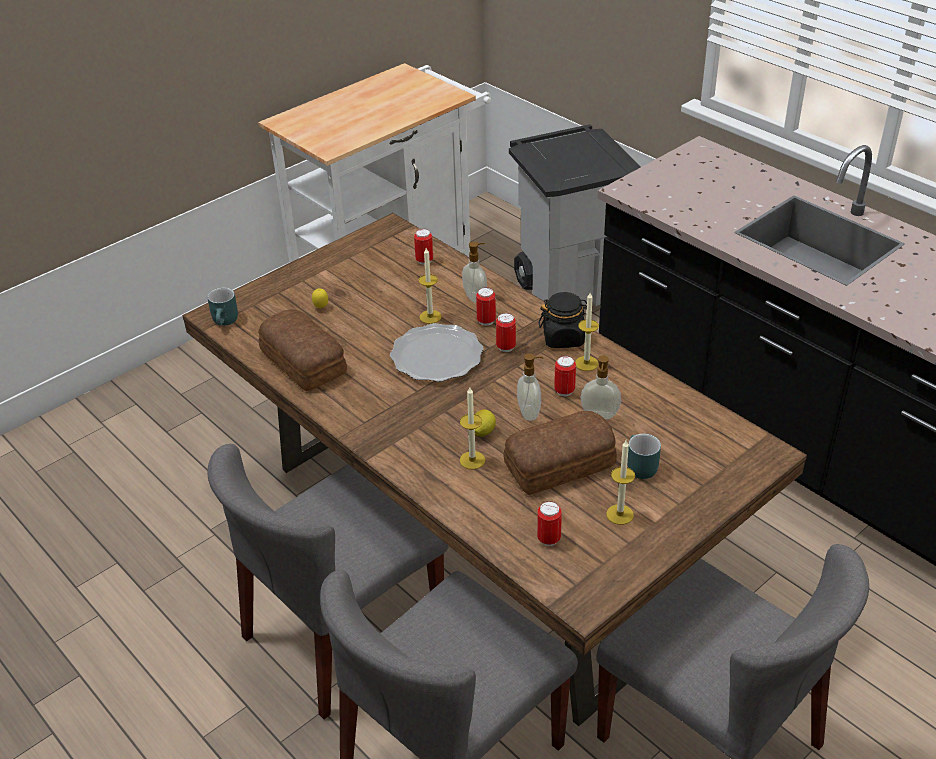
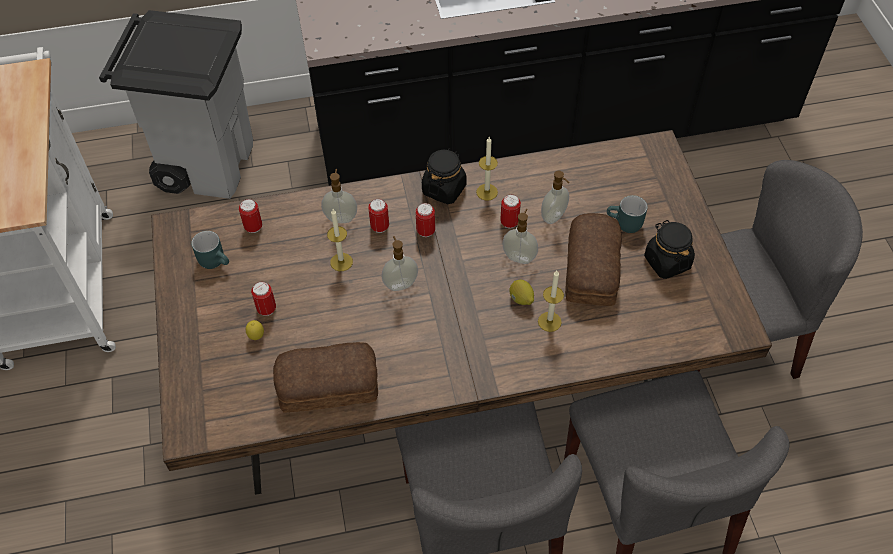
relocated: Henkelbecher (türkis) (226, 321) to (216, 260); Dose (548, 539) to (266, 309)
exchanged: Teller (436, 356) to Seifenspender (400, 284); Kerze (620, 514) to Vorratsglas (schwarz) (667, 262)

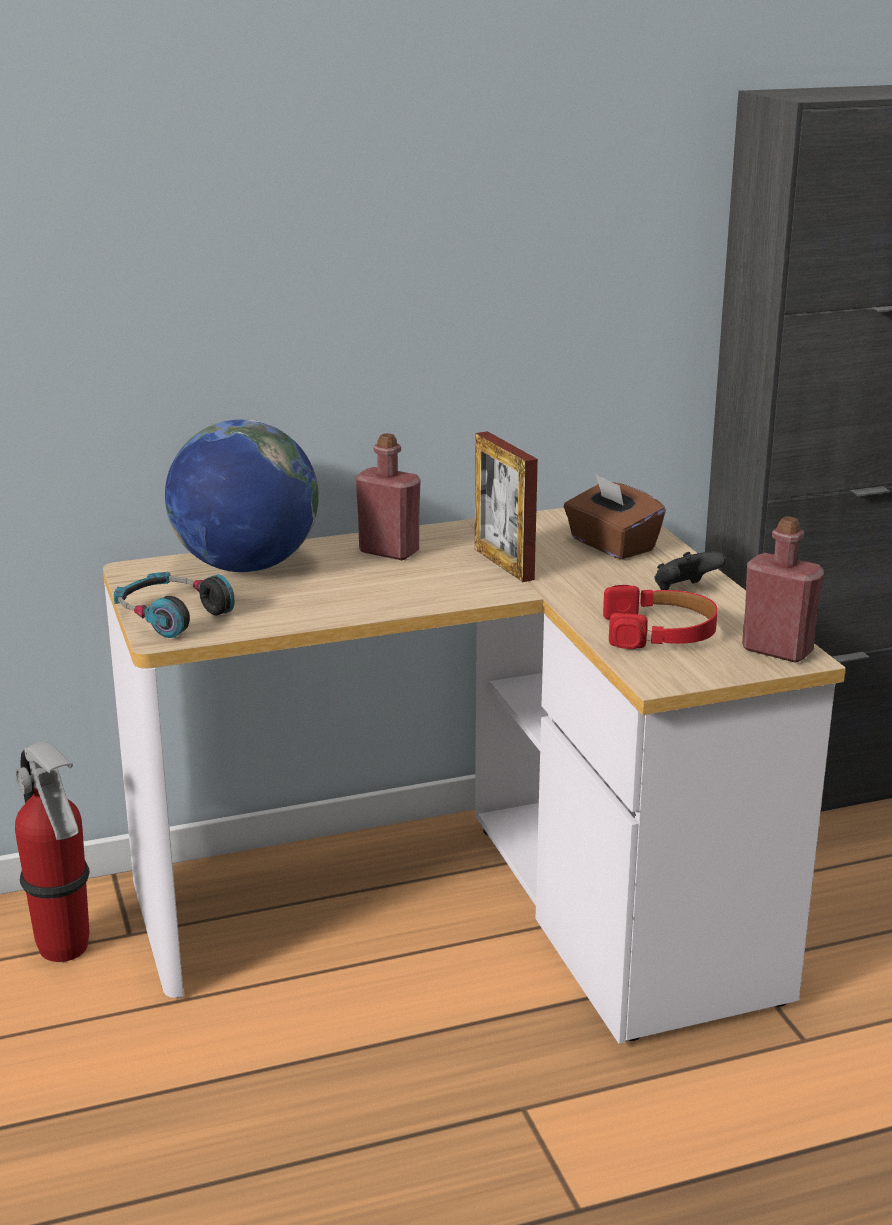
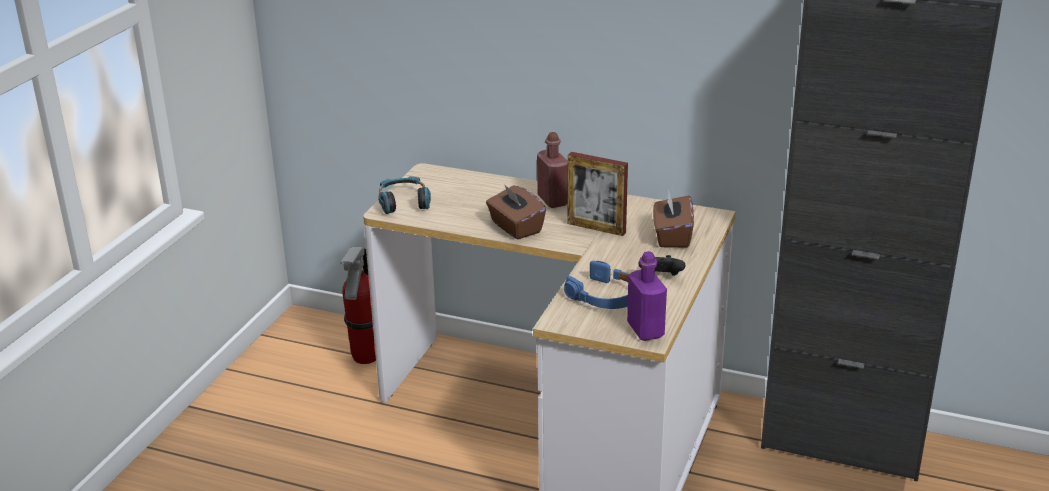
missing: Globus (245, 566)
appeared: Taschentuchbox (braun) (515, 228)
colour: Flasche (rot) (777, 650) to Flasche (lila) (645, 330); Kopfhörer (rot) (660, 632) to Kopfhörer (blau) (605, 296)
spun: Bilderrahmen (503, 564) = (596, 228) 75 degrees counterclockwise

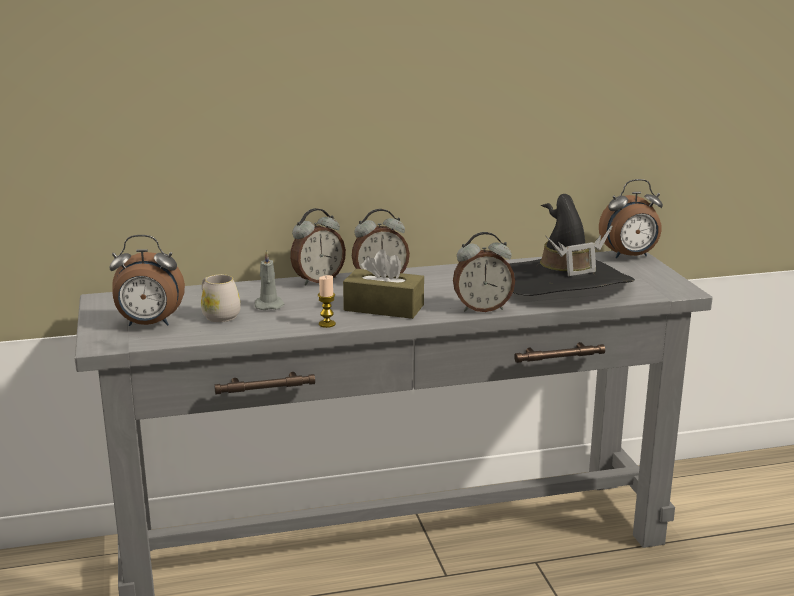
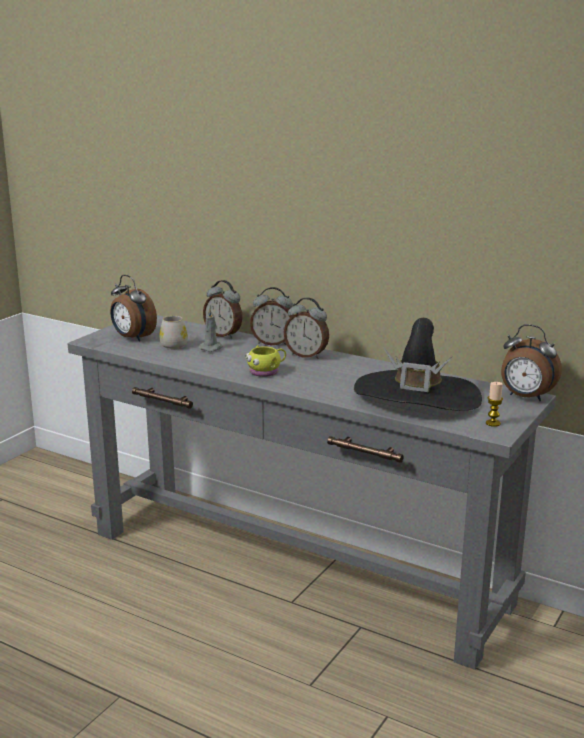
relocated: Wecker (482, 308) to (224, 335); Kerze (327, 324) to (493, 423)
exchanged: Taschentuchbox (braun) (384, 308) to Henkelbecher (gelb) (266, 371)

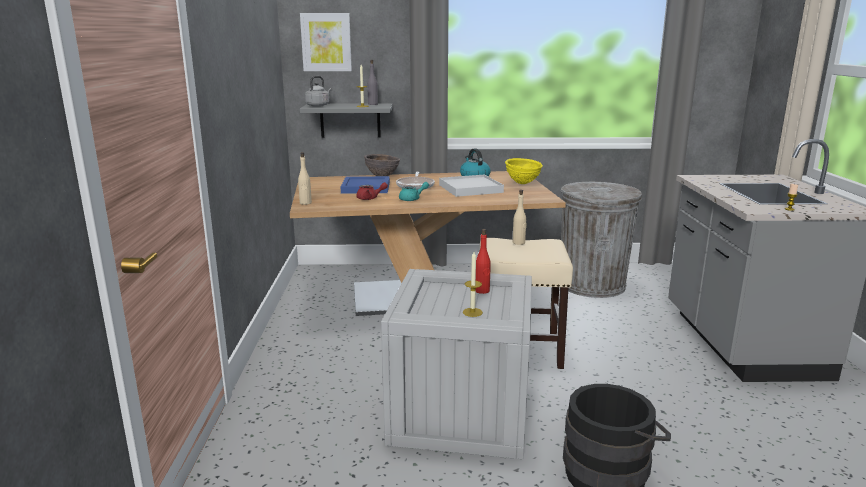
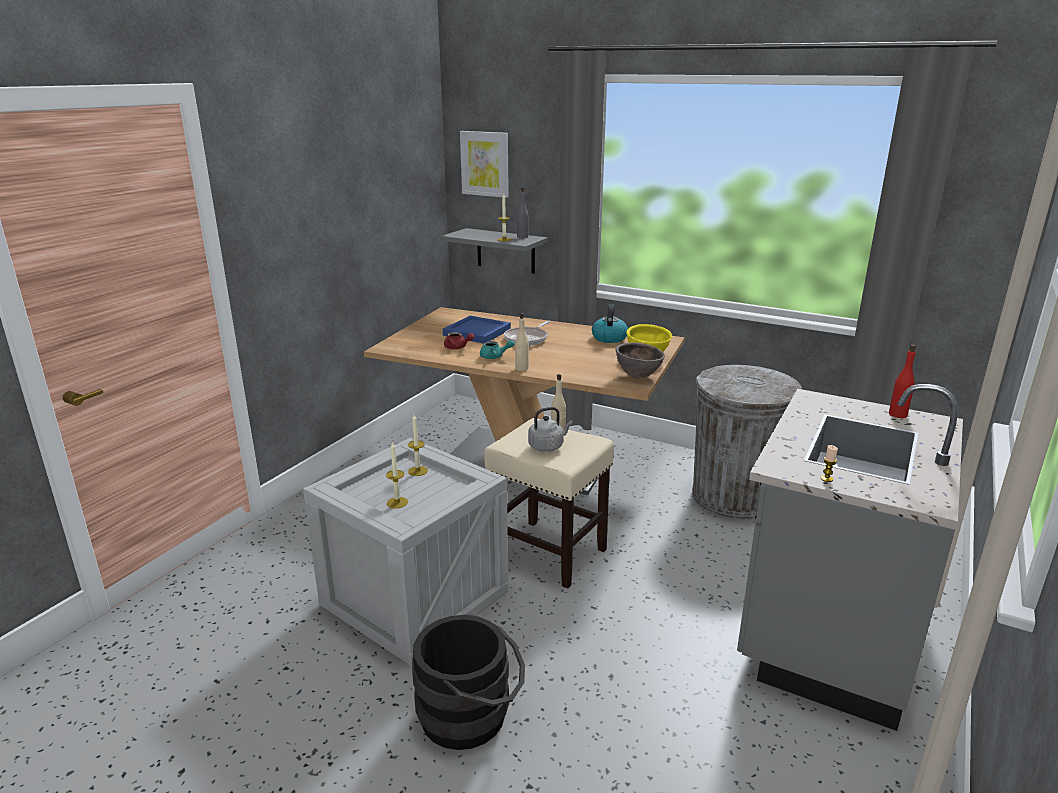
missing: Tablett (weiß) (470, 188)
appeared: Kerze (417, 471)
relocated: Wasserkessel (grau) (318, 105) to (547, 446); Flasche (beige) (305, 203) to (521, 368); Schüssel (braun) (382, 177) to (638, 377); Flasche (rot) (482, 291) to (898, 414)

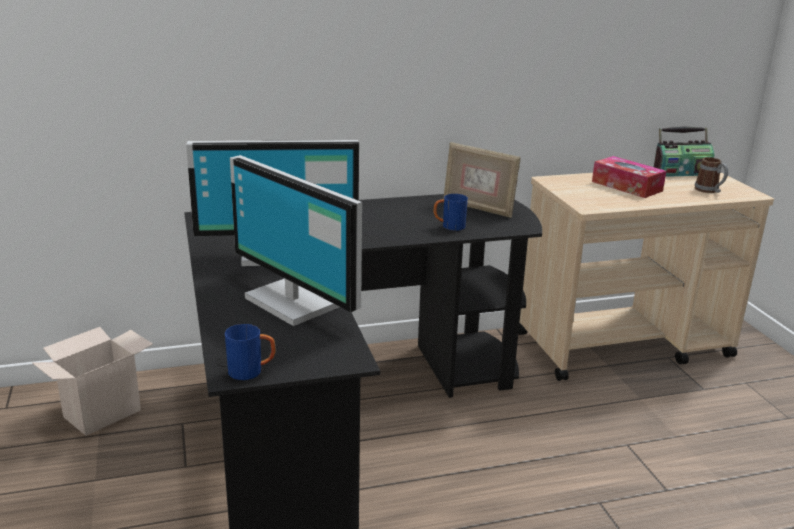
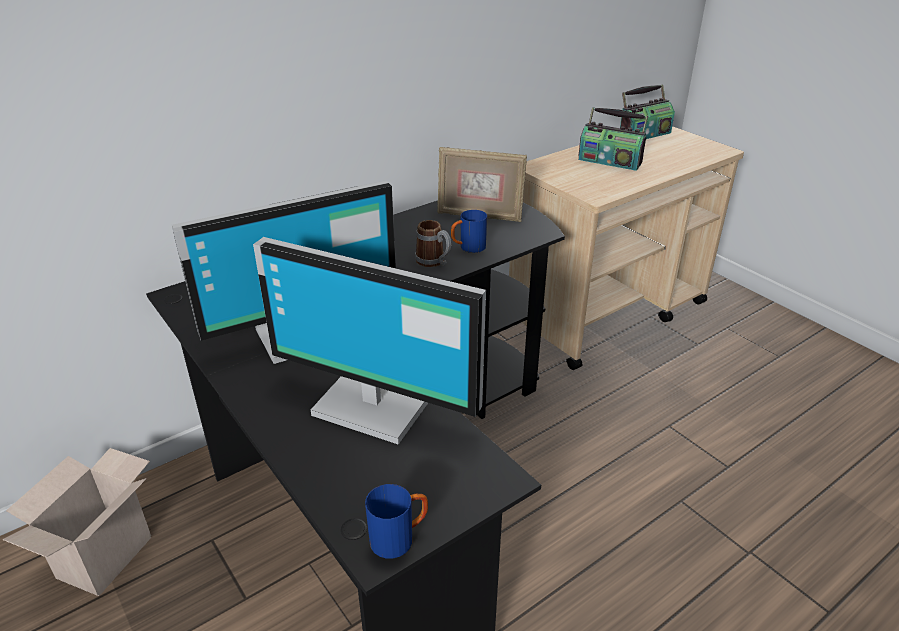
relocated: Henkelbecher (709, 191) to (434, 262)
exchanged: Taschentuchbox (626, 186) to Radio (610, 161)

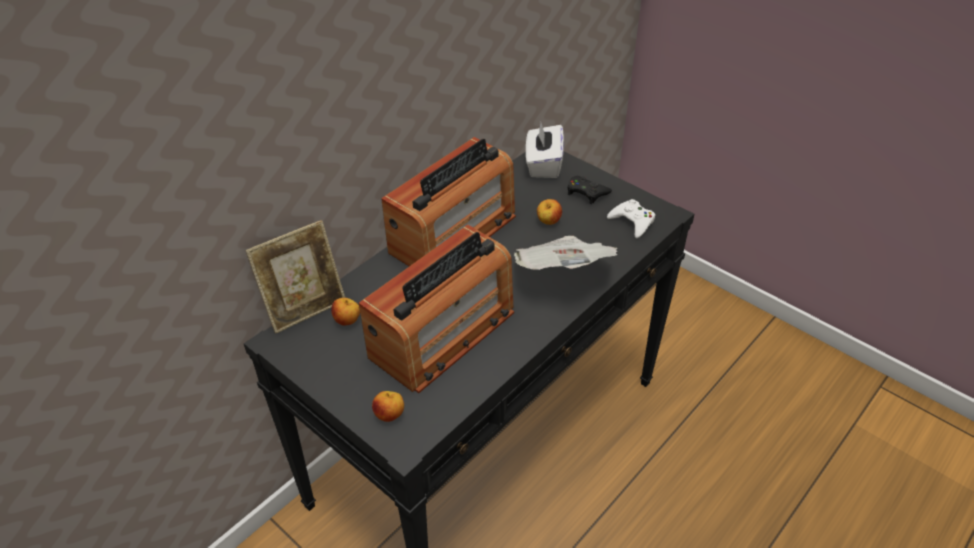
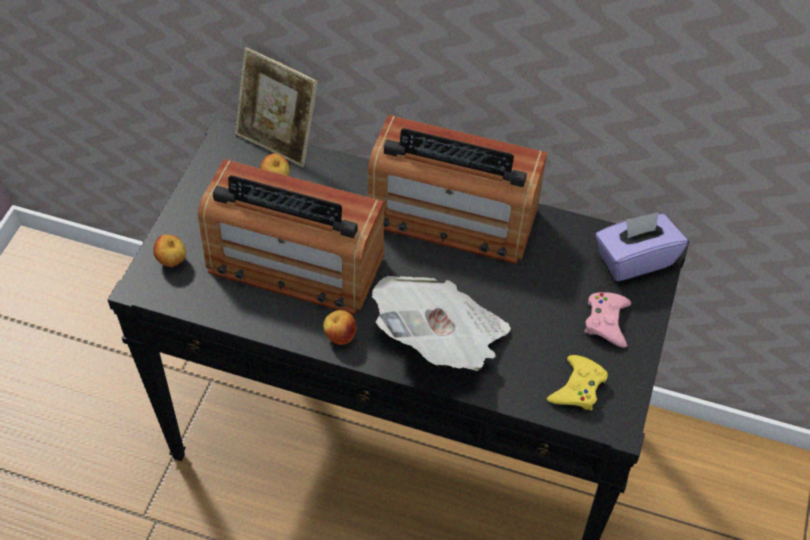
relocated: Apfel (548, 222) to (340, 336)
colour: Taschentuchbox (weiß) (543, 165) to Taschentuchbox (lila) (634, 259); Gamepad (schwarz) (586, 192) to Gamepad (rosa) (606, 321); Gamepad (weiß) (632, 222) to Gamepad (gelb) (578, 387)

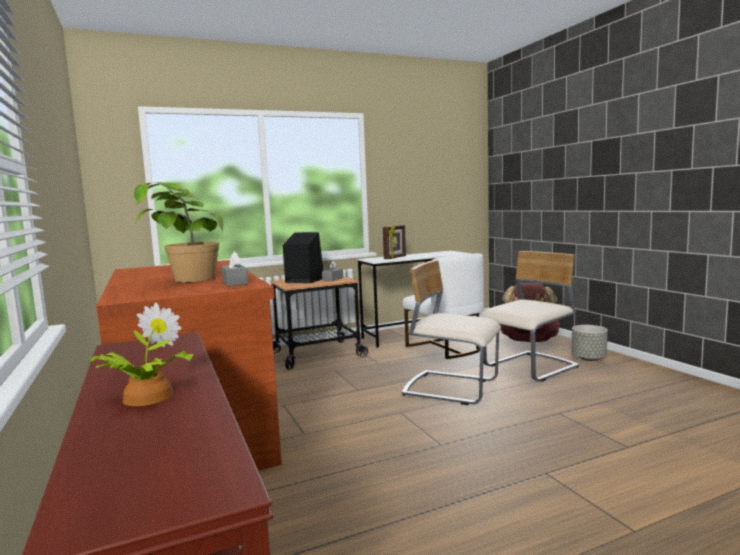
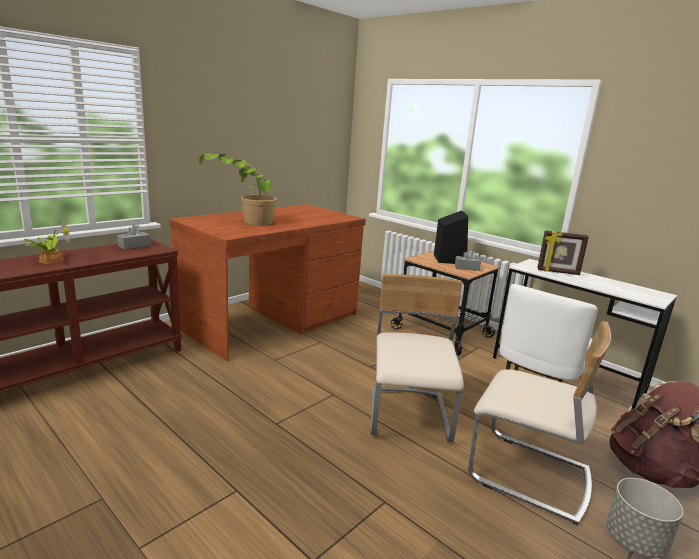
relocated: Taschentuchbox (grau) (235, 282) to (134, 246)

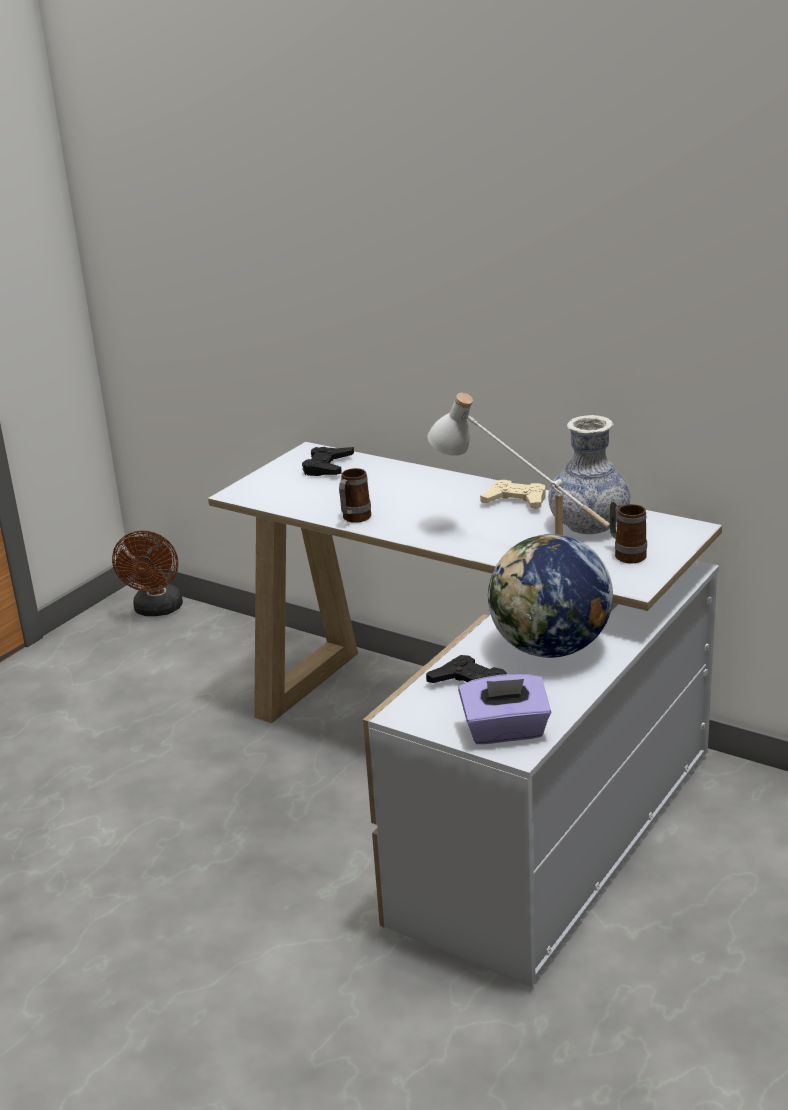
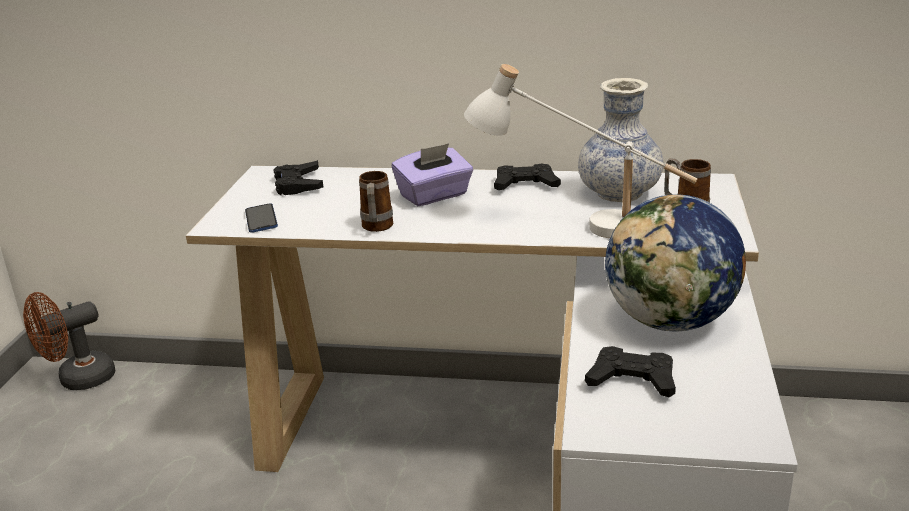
appeared: Handy (261, 219)
relocated: Taschentuchbox (lila) (505, 731) to (434, 196)
colour: Gamepad (beige) (515, 501) to Gamepad (schwarz) (525, 184)
spun: Ventilator (braun) (157, 610) = (78, 380) 75 degrees clockwise

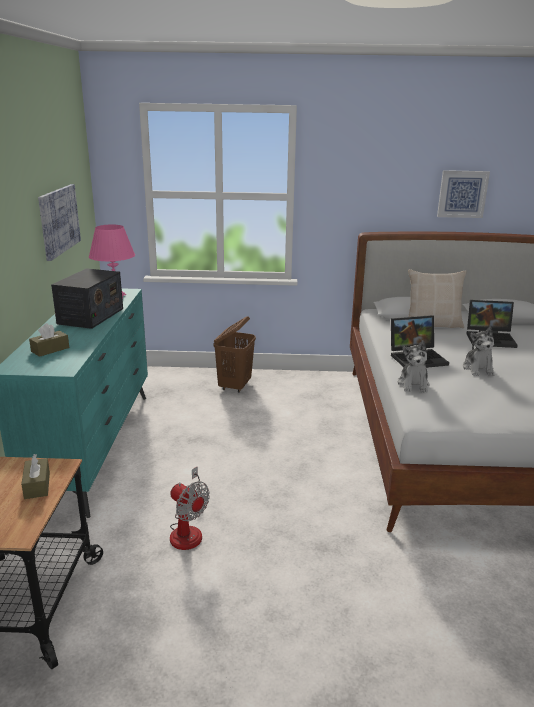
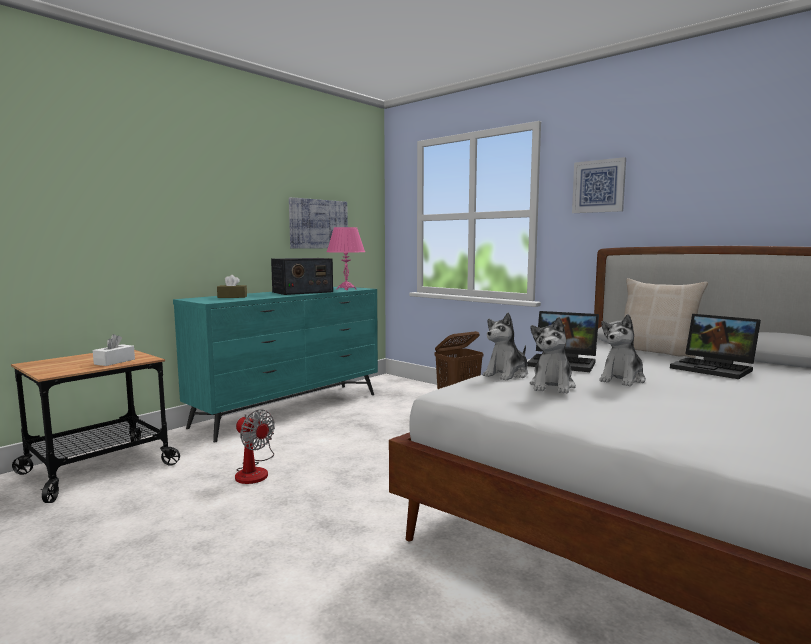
appeared: Plüschtier (552, 386)
relocated: Bild (462, 194) to (598, 186)
colour: Taschentuchbox (braun) (37, 485) to Taschentuchbox (weiß) (114, 362)
spun: Ventilator (188, 530) = (254, 471) 45 degrees counterclockwise

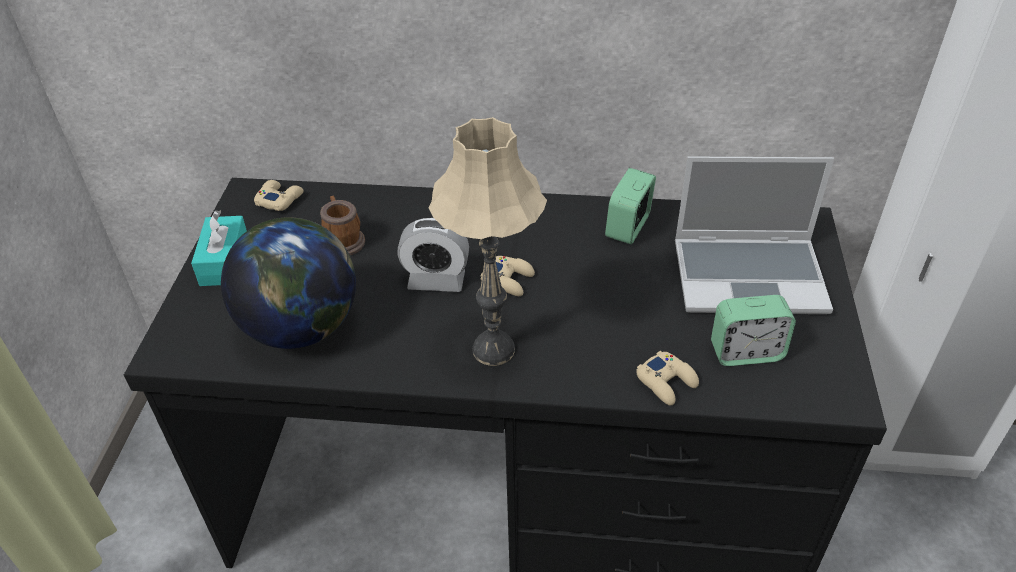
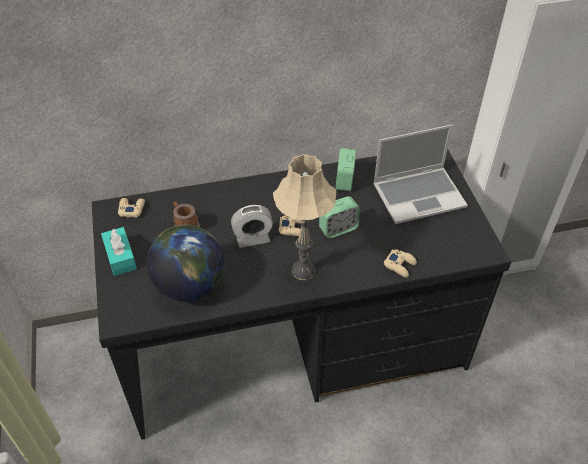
relocated: Wecker (746, 352) to (338, 228)

